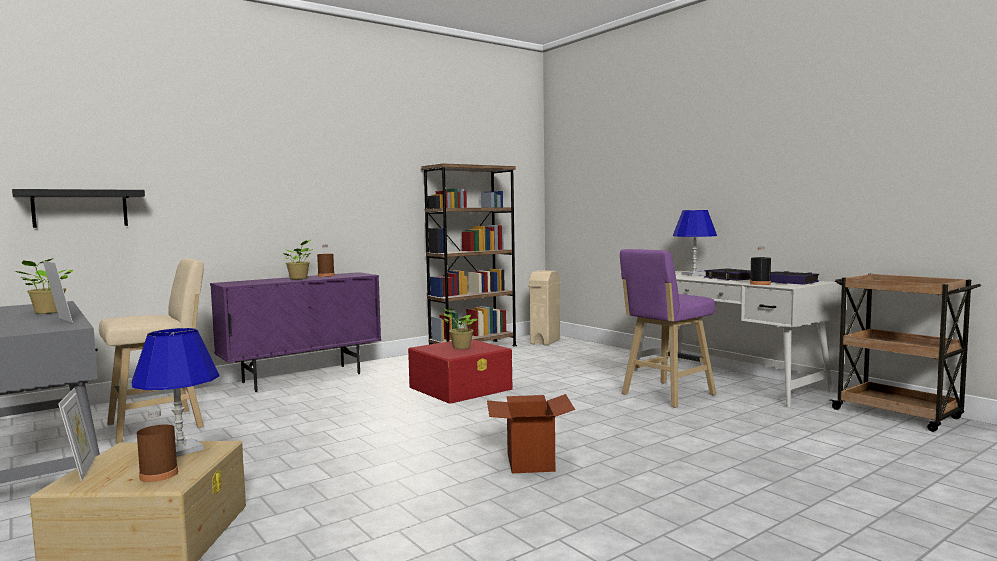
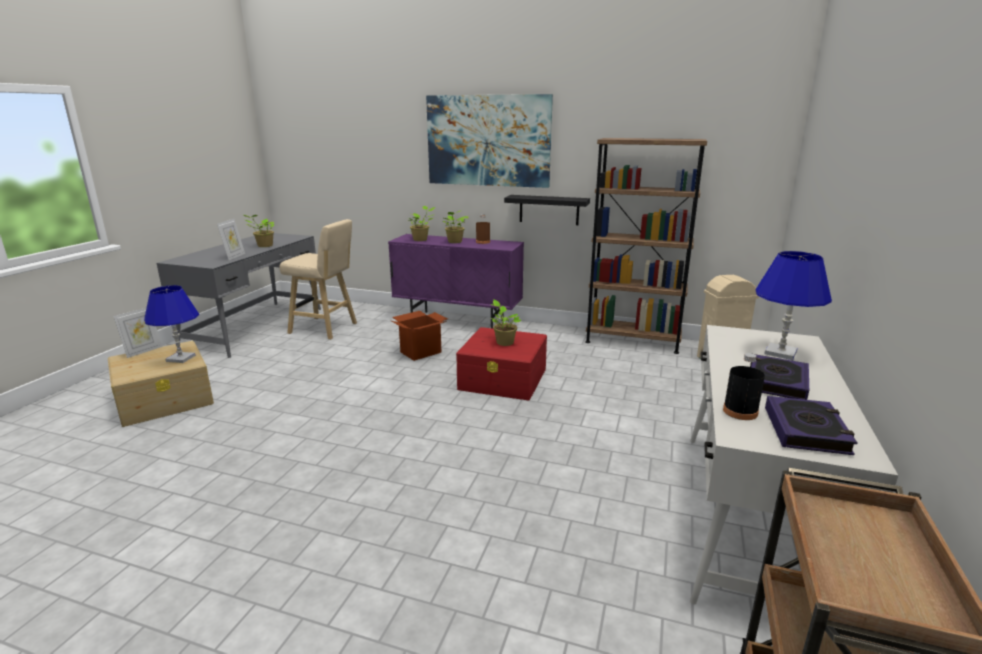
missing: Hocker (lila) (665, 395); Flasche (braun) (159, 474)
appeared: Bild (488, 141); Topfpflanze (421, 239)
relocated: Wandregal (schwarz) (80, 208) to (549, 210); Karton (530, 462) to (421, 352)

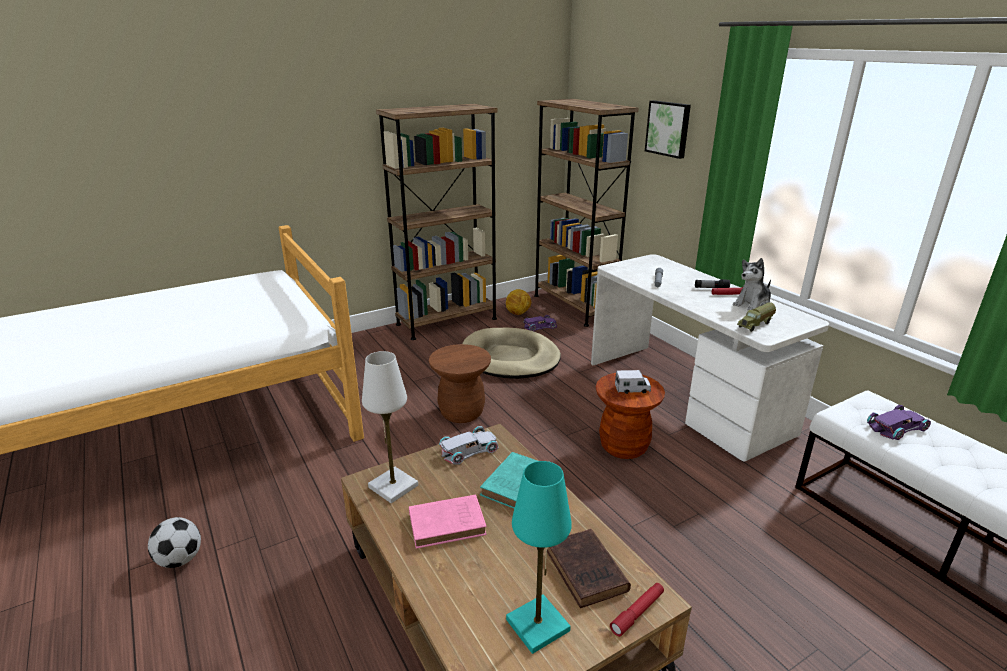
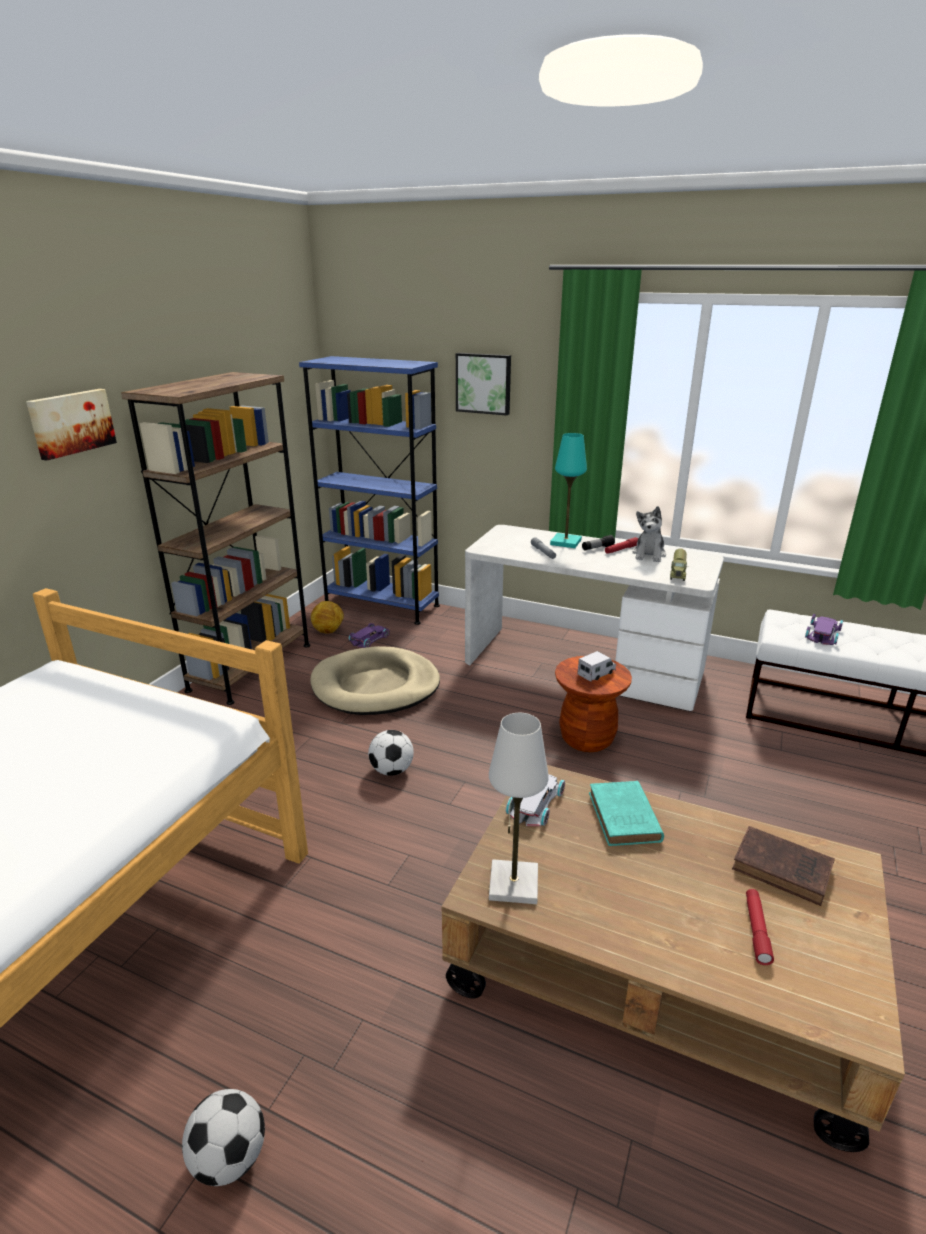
missing: Buch (rosa) (449, 524)
appeared: Bild (71, 423)
relocated: Tischlampe (türkis) (537, 625) to (565, 542); Taschenlampe (rot) (637, 612) to (756, 930)
exchanged: Hocker (braun) (461, 412) to Fußball (391, 770)
colour: Bücherregal (braun) (574, 306) to Bücherregal (blau) (381, 605)

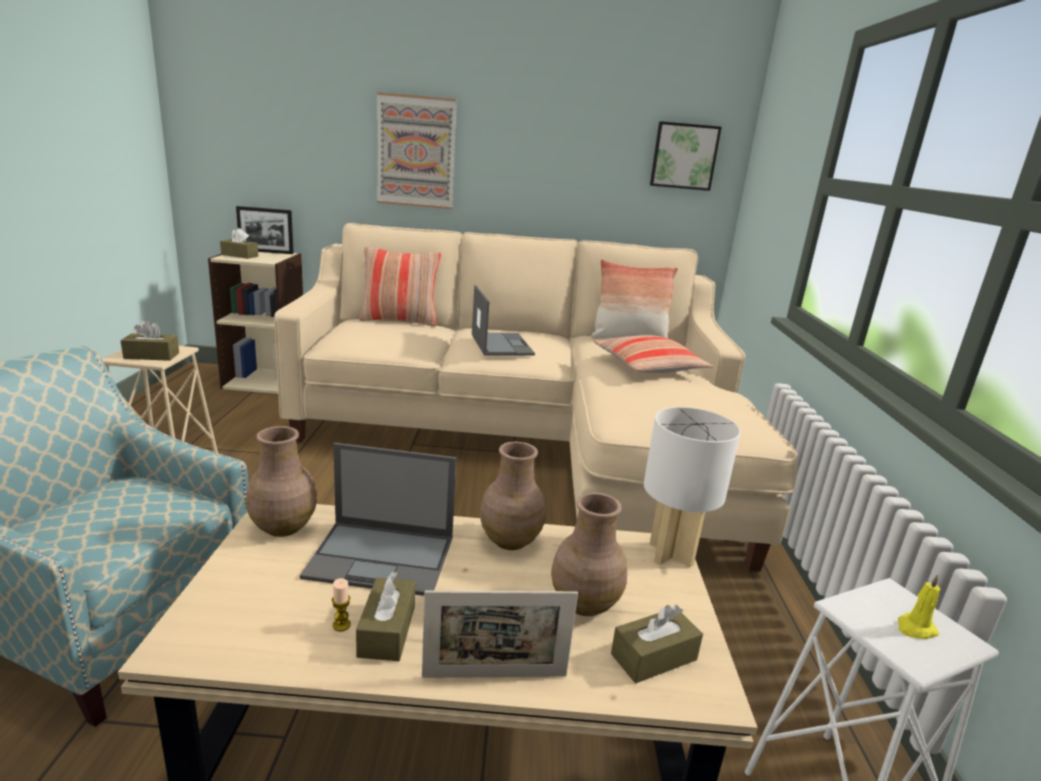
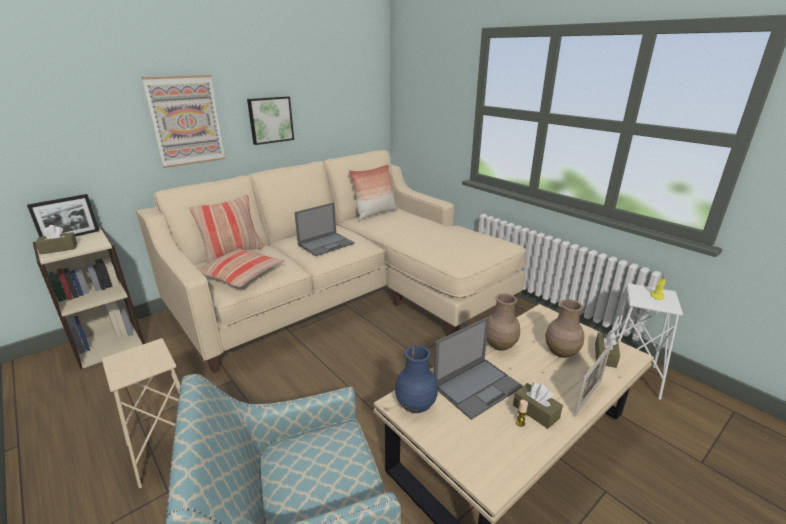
missing: Taschentuchbox (braun) (151, 356); Tischlampe (weiß) (671, 553)
relocated: Bild (684, 156) to (270, 120); Kissen (649, 366) to (240, 275)
colour: Vase (braun) (283, 527) to Vase (blau) (416, 405)
spun: Laptop (501, 344) = (326, 244) 105 degrees clockwise

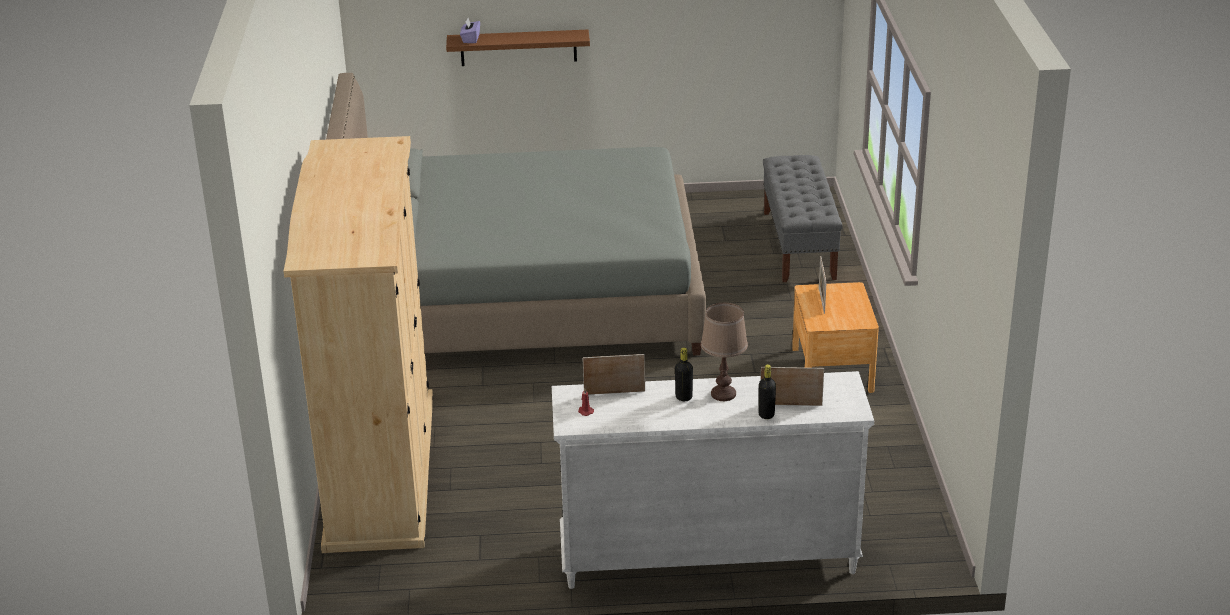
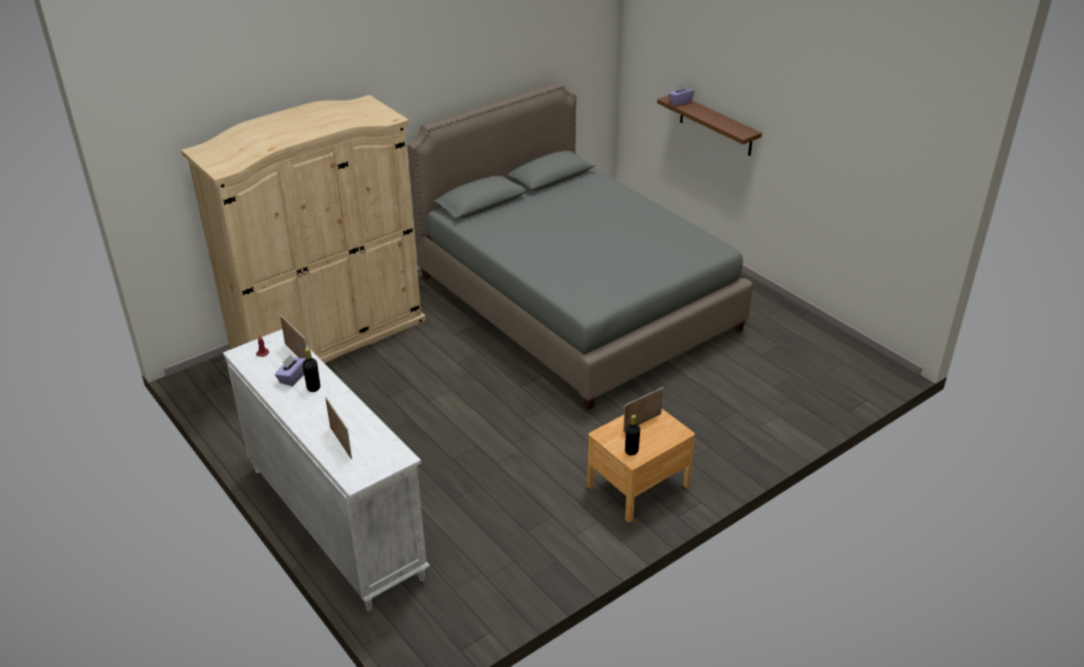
missing: Bank (grau) (799, 245); Tischlampe (braun) (723, 394)
appeared: Taschentuchbox (lila) (292, 378)
relocated: Flasche (schwarz) (766, 415) to (631, 451)

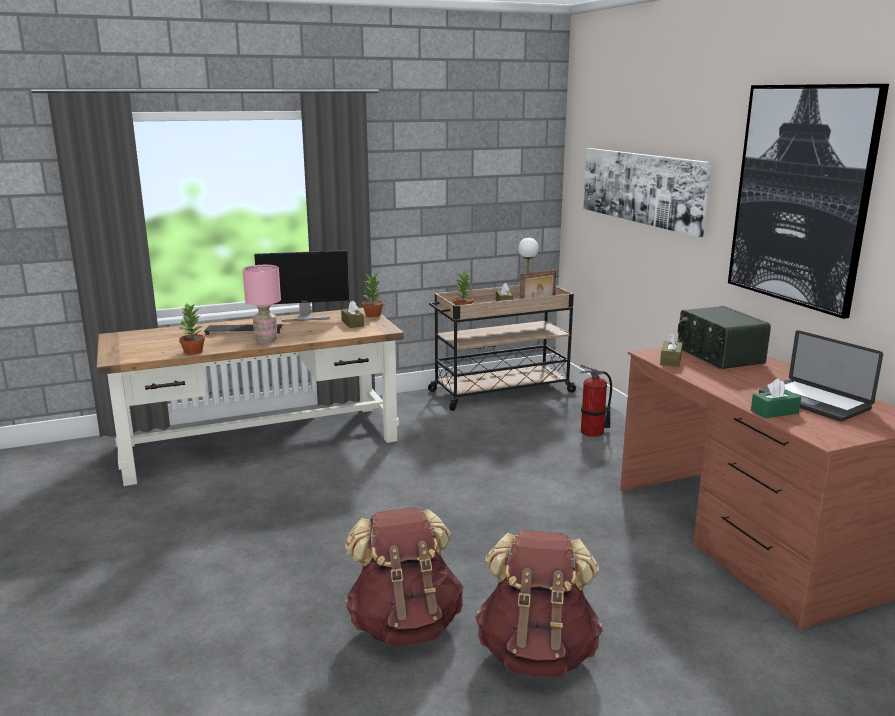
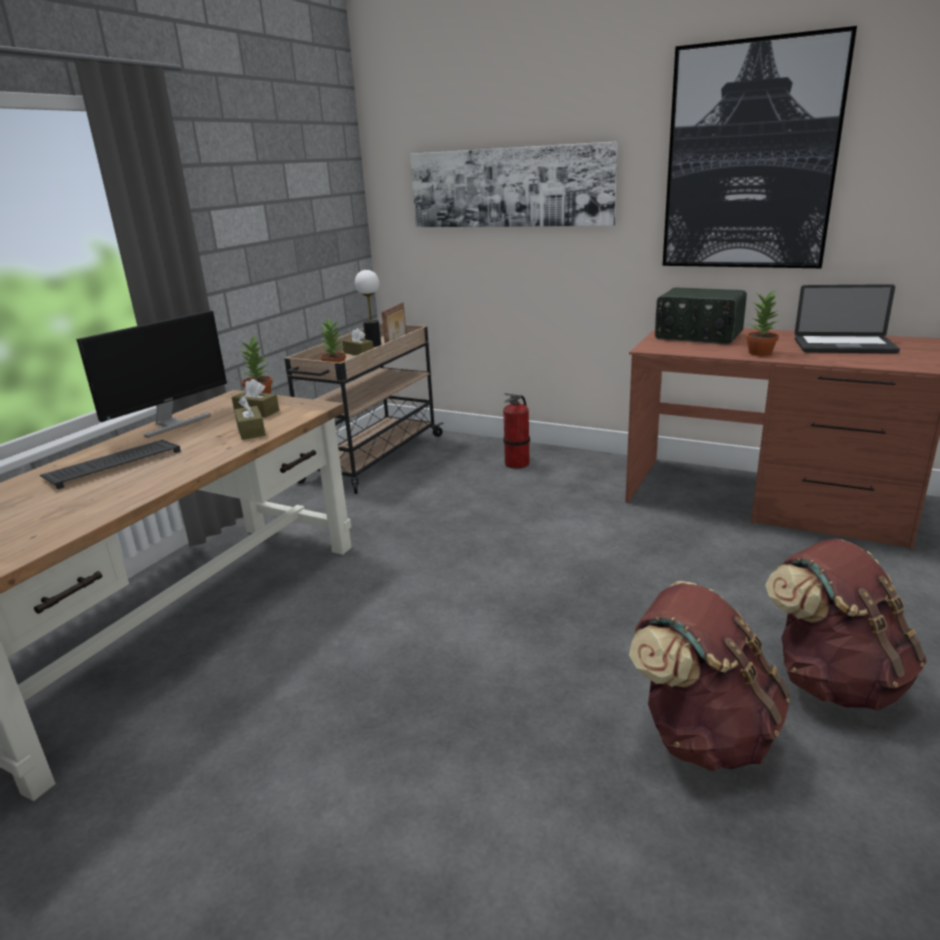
missing: Tischlampe (rosa) (266, 340); Taschentuchbox (grün) (774, 412)
relocated: Topfpflanze (193, 352) to (760, 353); Taschentuchbox (braun) (670, 360) to (251, 431)

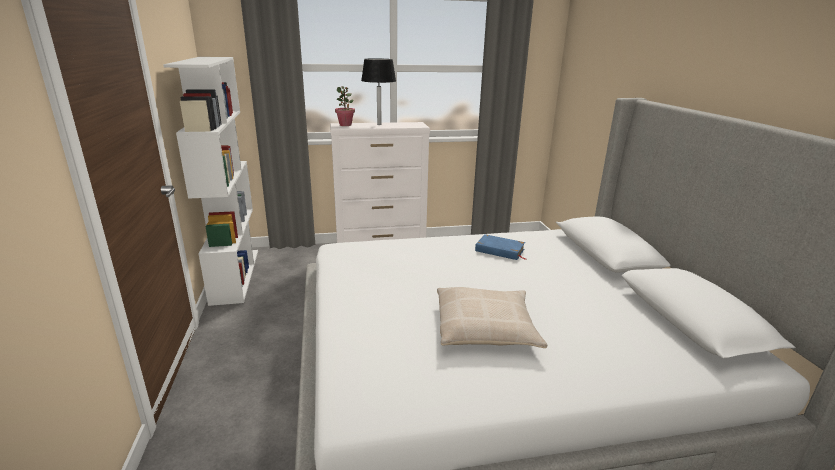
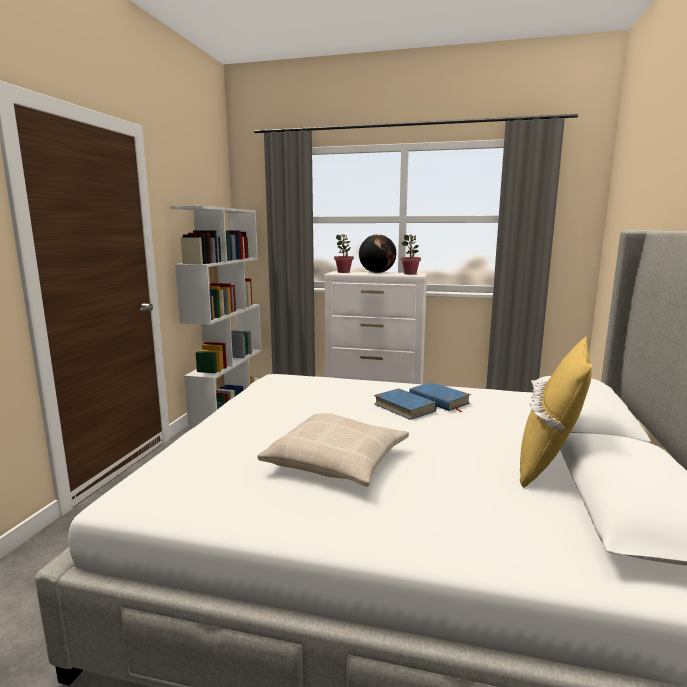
appeared: Topfpflanze (410, 273); Kissen (gelb) (549, 462); Buch (blau) (404, 407)
exchanged: Tischlampe (schwarz) (379, 124) to Globus (377, 273)

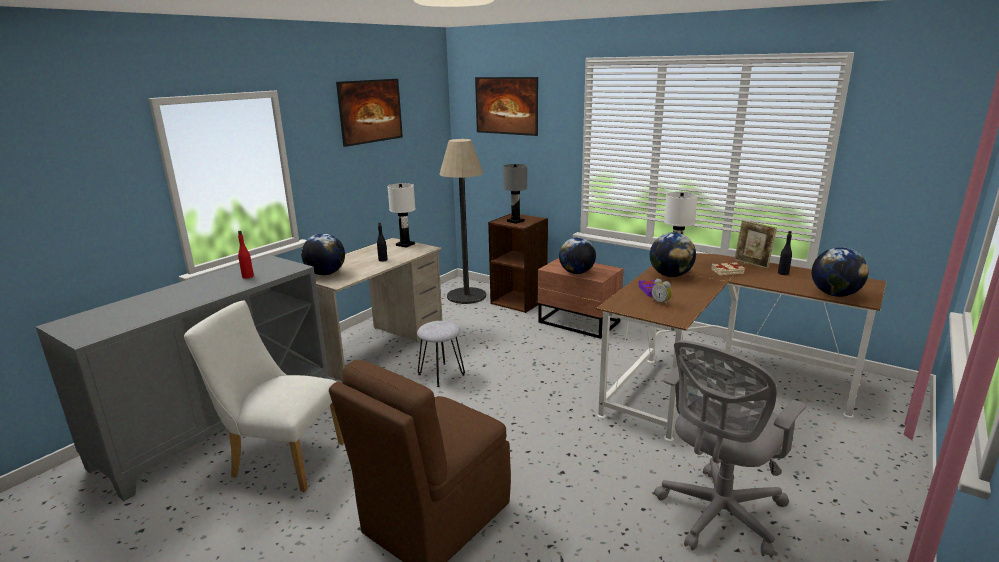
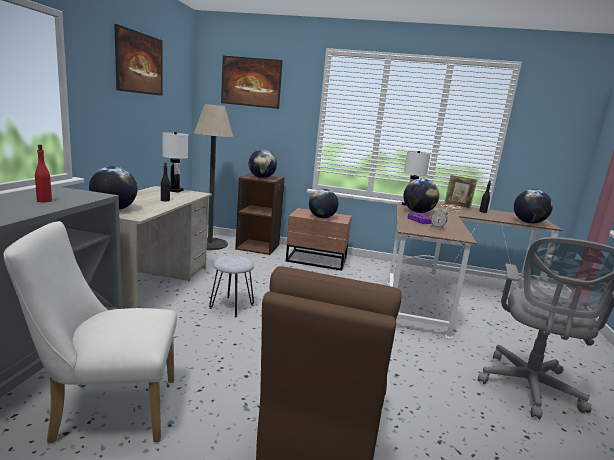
exchanged: Tischlampe (grau) (516, 221) to Globus (261, 177)

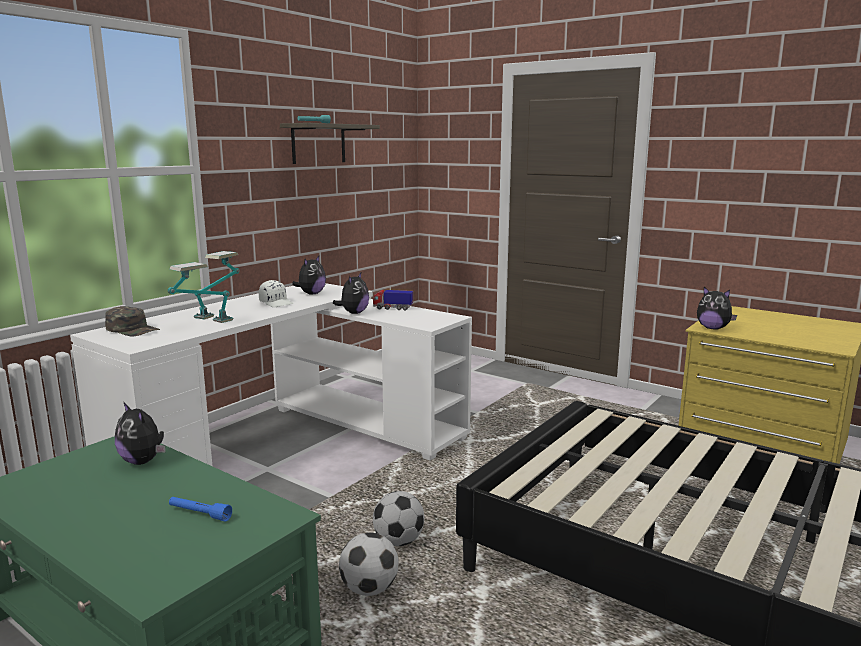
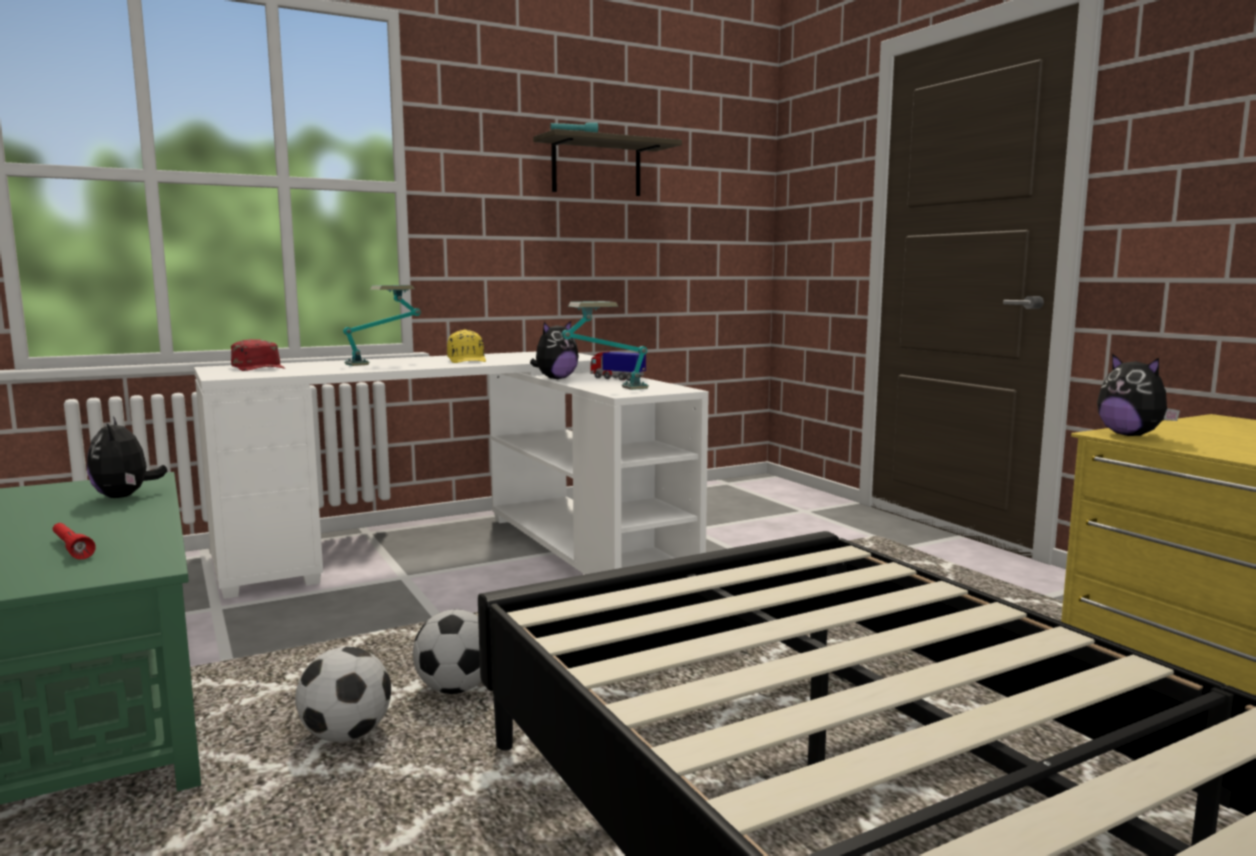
missing: Plüschtier (311, 294)
relocated: Tischlampe (203, 325) to (606, 389)
colour: Kappe (weiß) (276, 303) to Kappe (gelb) (467, 360); Kappe (grün) (133, 329) to Kappe (rot) (259, 367); Taschenlampe (blau) (199, 514) to Taschenlampe (rot) (71, 548)

